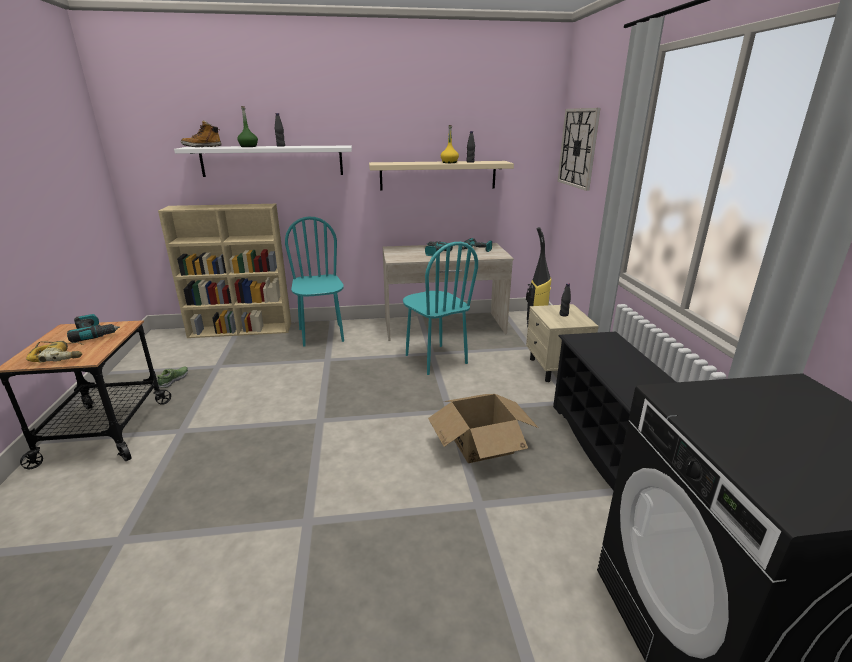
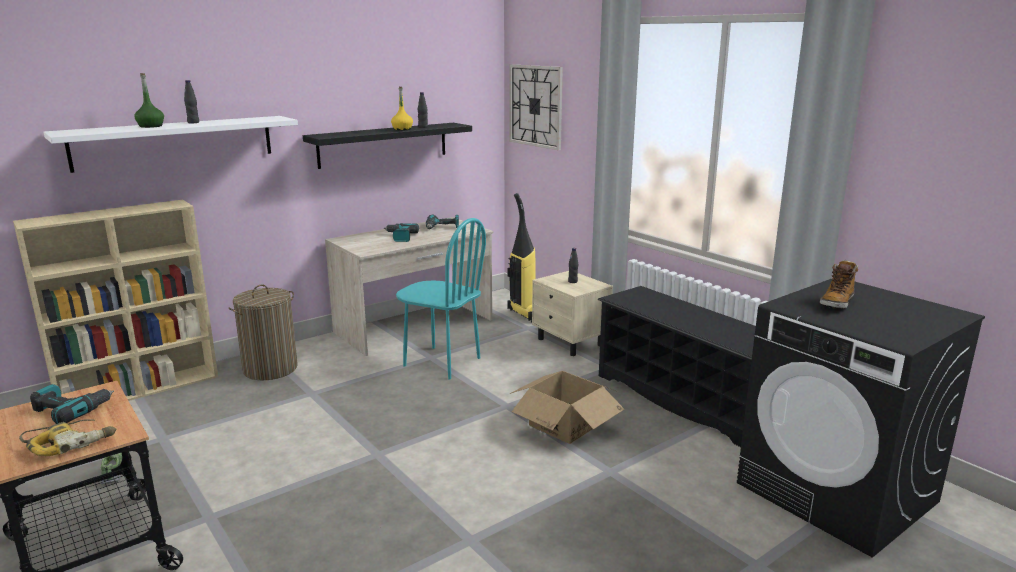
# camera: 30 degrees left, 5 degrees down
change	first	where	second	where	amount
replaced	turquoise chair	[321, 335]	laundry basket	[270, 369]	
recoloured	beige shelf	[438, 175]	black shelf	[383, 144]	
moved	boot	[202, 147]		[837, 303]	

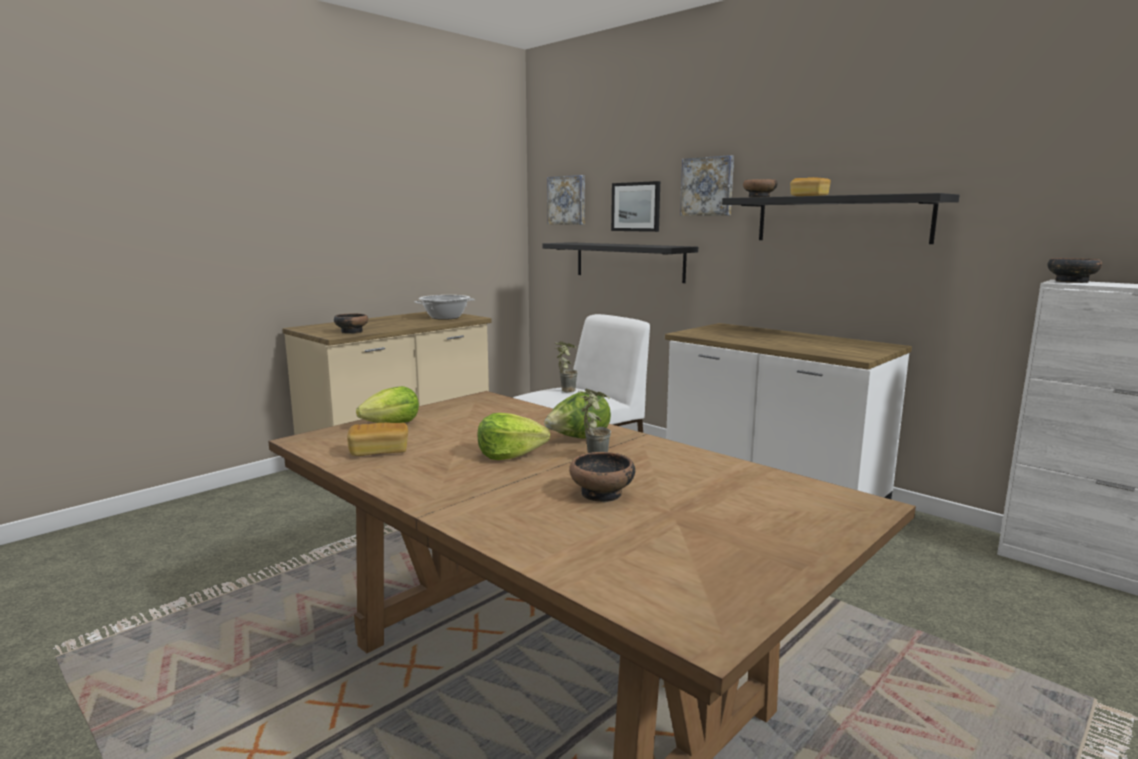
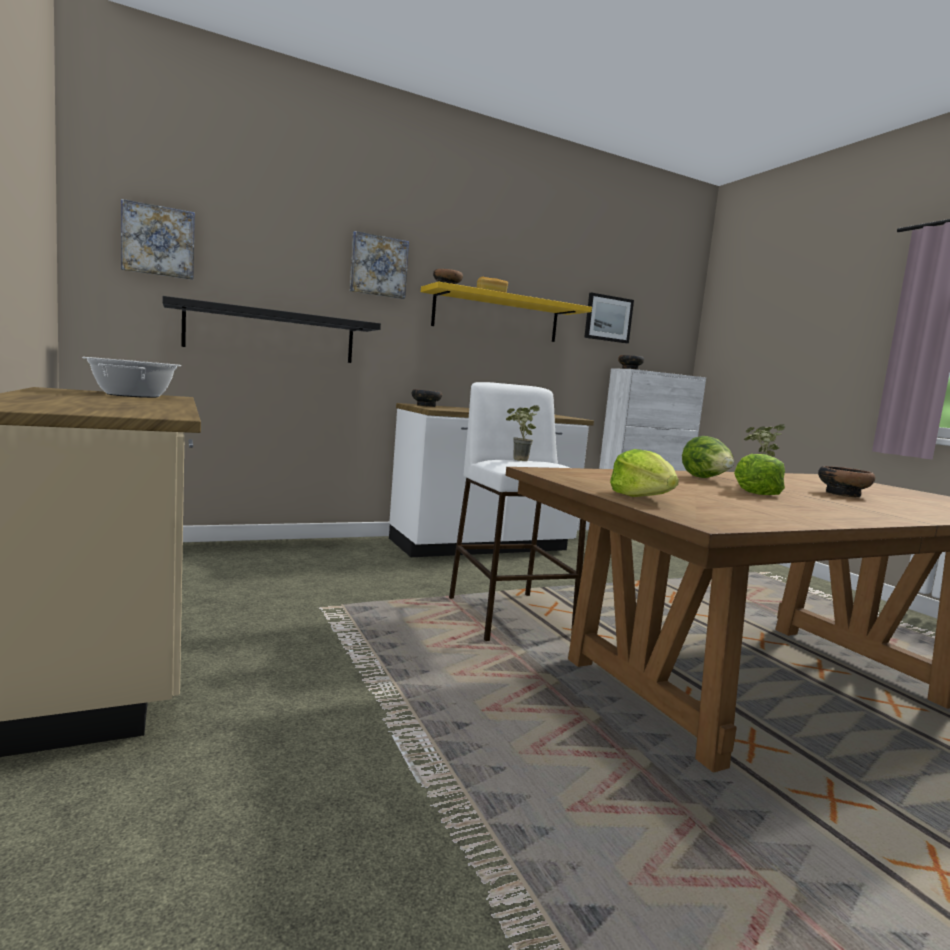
# camera: 70 degrees left, 5 degrees down
change	first	where	second	where	amount
moved	bowl	[351, 332]		[425, 406]	
recoloured	black shelf	[841, 219]	yellow shelf	[497, 316]	
moved	picture	[636, 207]		[608, 318]	
removed	bread	[379, 452]			

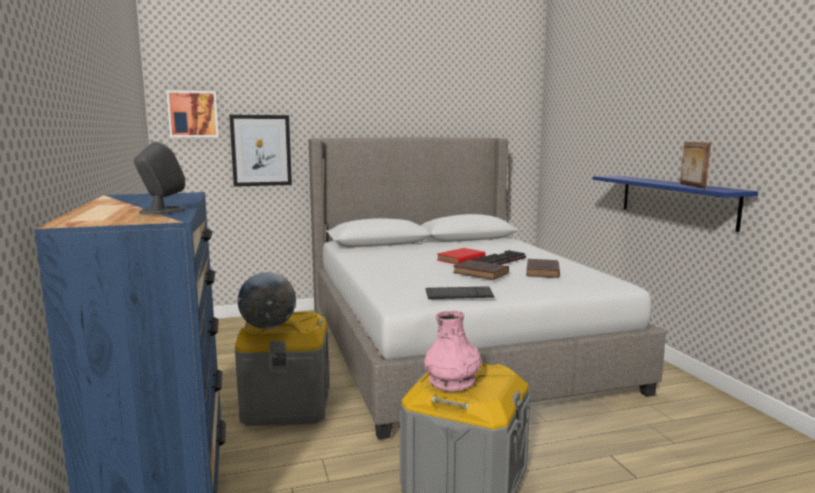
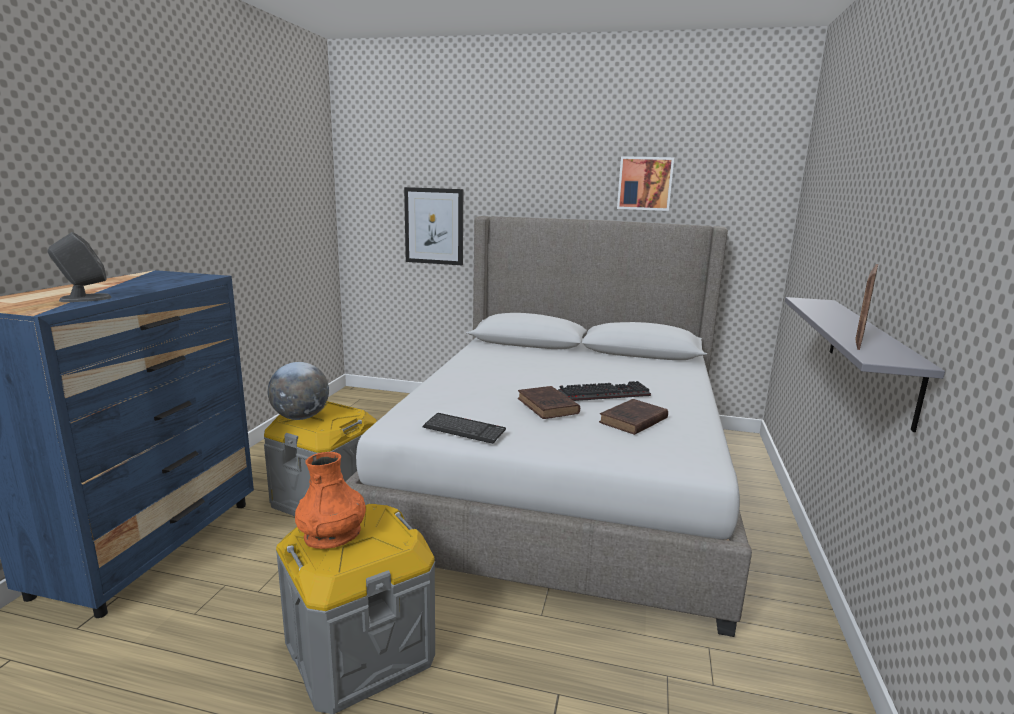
# camera: 30 degrees right, 5 degrees up
change	first	where	second	where	amount
recoloured	pink vase	[452, 381]	orange vase	[332, 534]	
moved	picture	[193, 114]		[645, 183]	
recoloured	blue shelf	[676, 200]	grey shelf	[871, 356]	
removed	red book	[460, 259]			

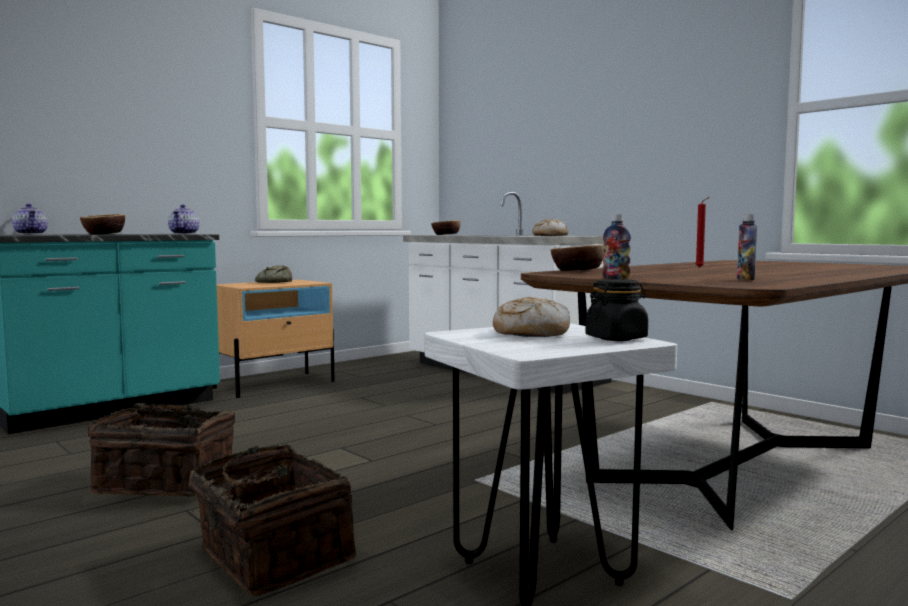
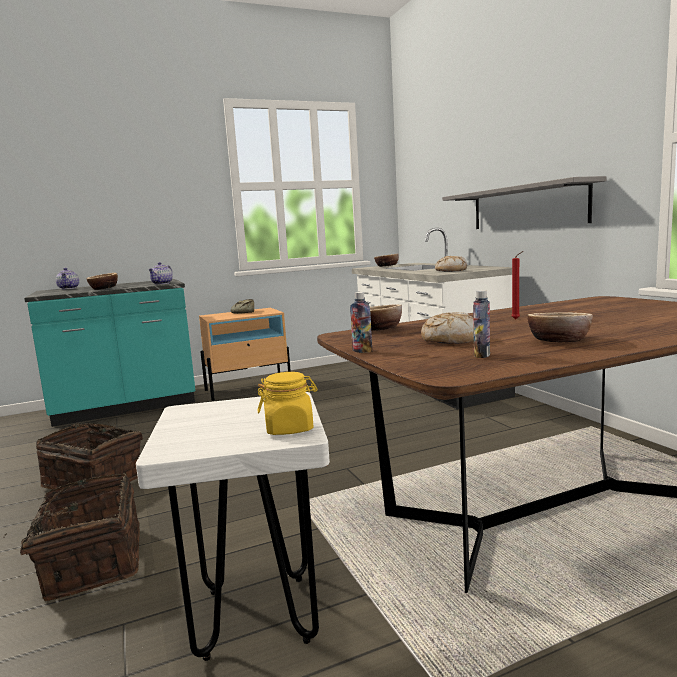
# camera: 20 degrees right, 5 degrees up
change	first	where	second	where	amount
recoloured	black jar	[616, 338]	yellow jar	[289, 428]	
moved	bread	[530, 333]		[450, 339]	
added			grey shelf	[526, 207]	
added			bowl	[559, 341]	

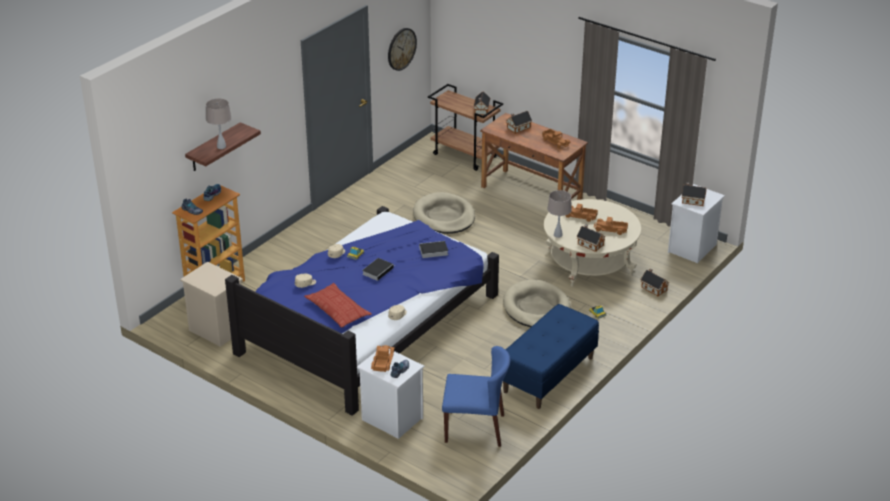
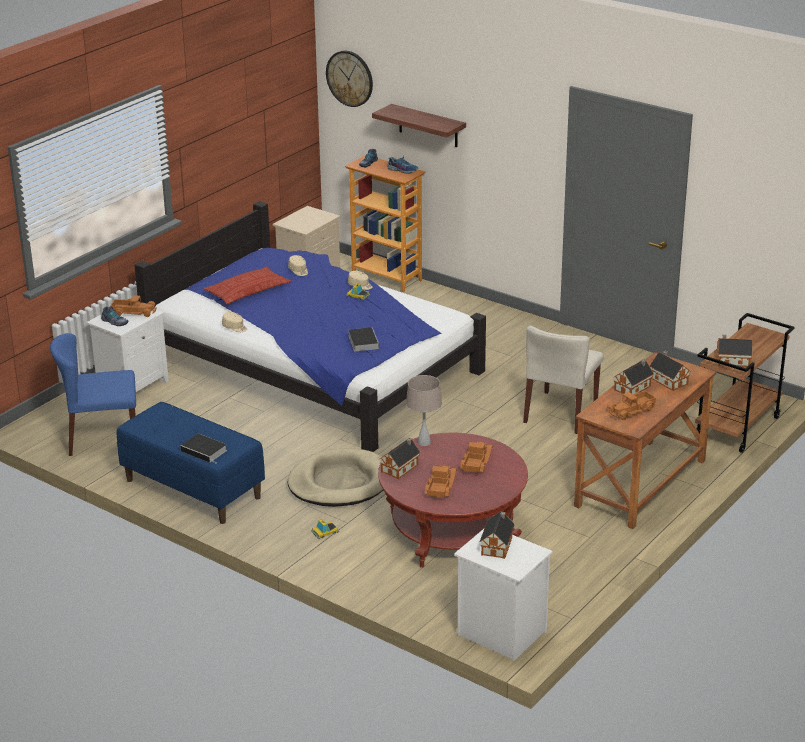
# camera: 90 degrees right, 5 degrees down
change	first	where	second	where	amount
turned	blue chair	[475, 428]		[102, 437]	75 degrees clockwise
moved	book	[378, 270]		[205, 451]	
moved	wall clock	[401, 49]		[350, 78]	
recoloured	beige coffee table	[589, 263]	red coffee table	[452, 530]	
replaced	beige dog bed	[444, 216]	beige chair	[561, 412]	
moved	toy house	[653, 288]		[633, 387]	
removed	beige table lamp	[221, 147]			

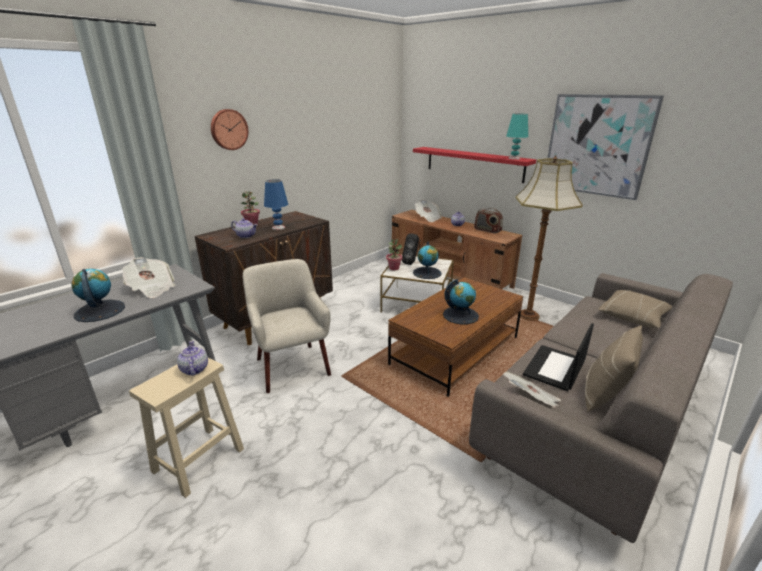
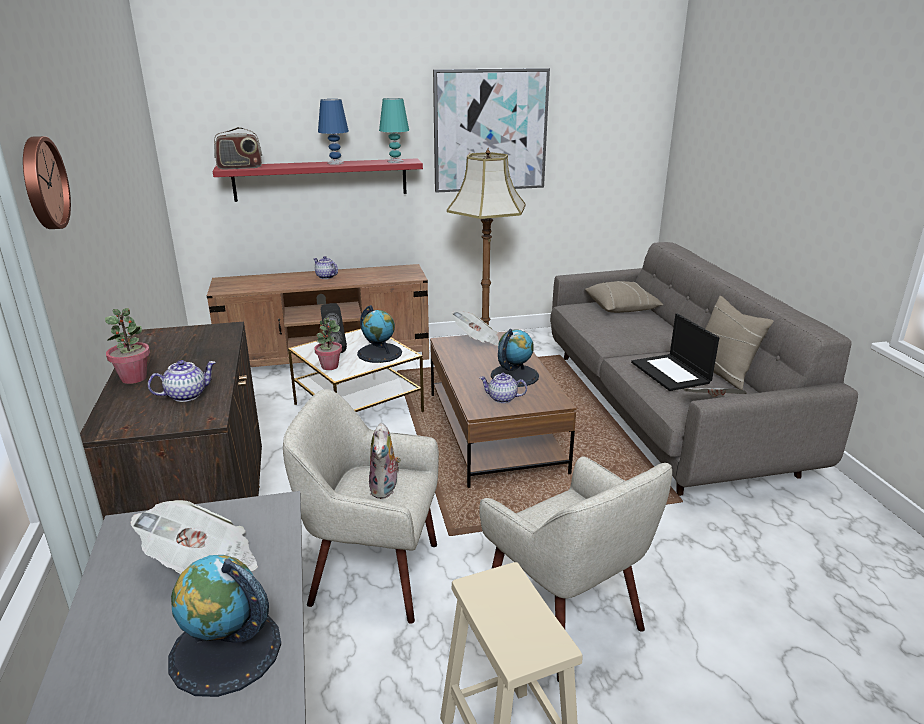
# camera: 55 degrees left, 0 degrees up
change	first	where	second	where	amount
moved	radio	[487, 230]		[240, 167]	
moved	blue table lamp	[278, 227]		[335, 163]	
added			plush toy	[385, 489]	
moved	newspaper	[428, 218]		[477, 341]	
moved	teapot	[194, 369]		[502, 398]	
added			beige armchair	[565, 619]	

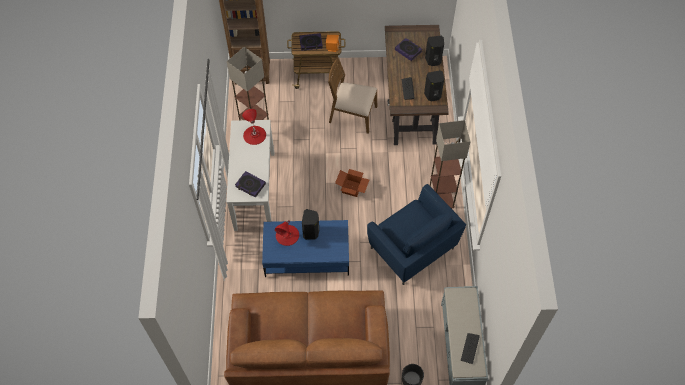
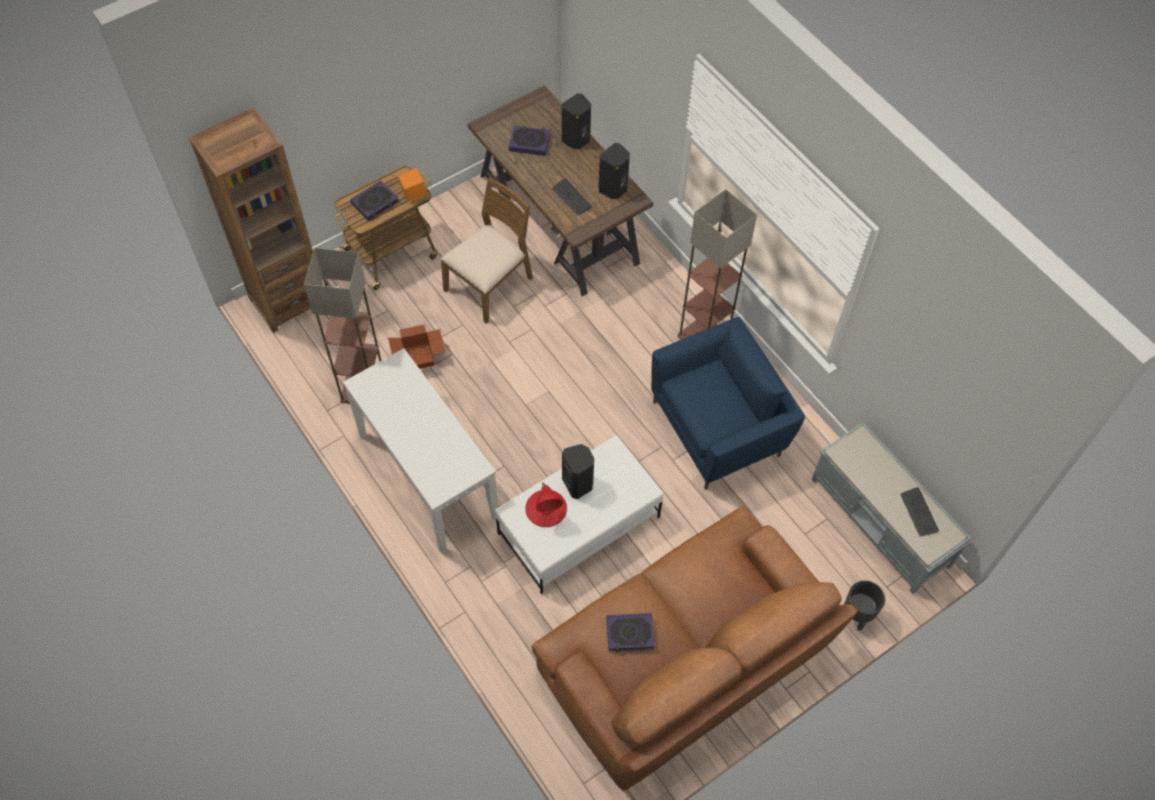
# camera: 35 degrees left, 0 degrees up
change	first	where	second	where	amount
moved	cardboard box	[352, 188]		[419, 357]	
turned	brown chair	[352, 115]		[490, 285]	150 degrees clockwise
recoloured	blue coffee table	[306, 256]	white coffee table	[579, 526]	
moved	book	[250, 185]		[630, 634]	
turned	blue armchair	[412, 249]		[719, 428]	45 degrees counterclockwise
removed	red table lamp	[254, 135]			

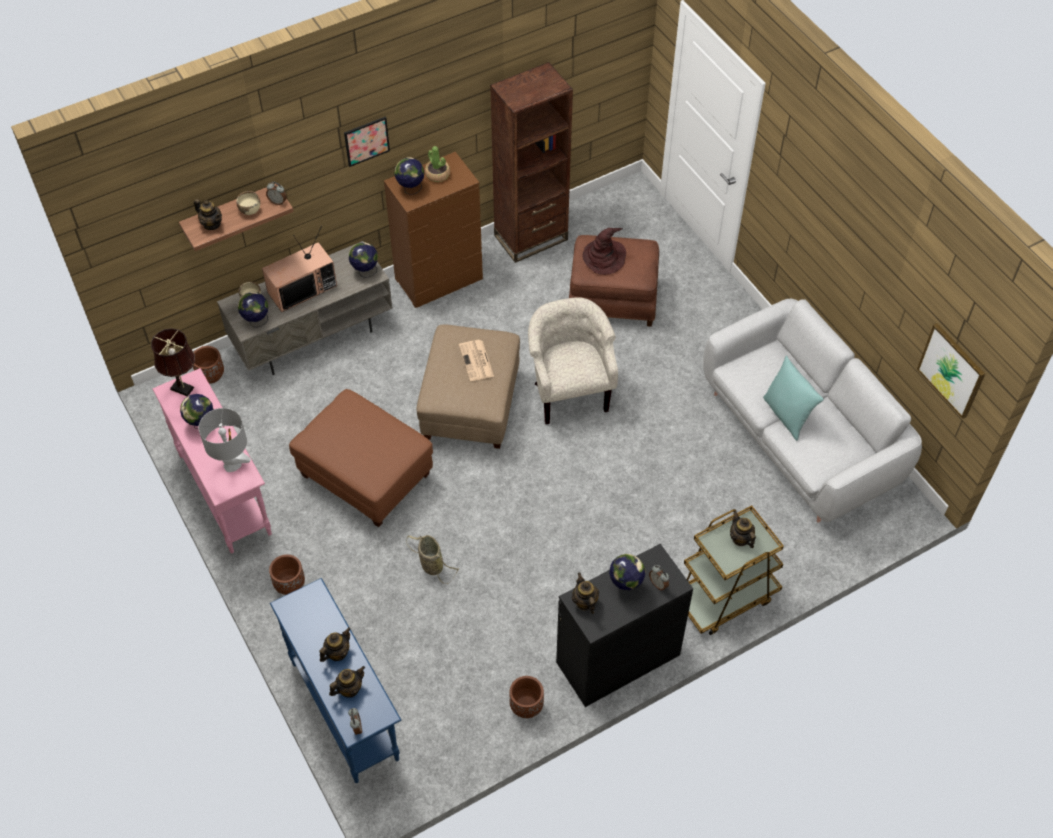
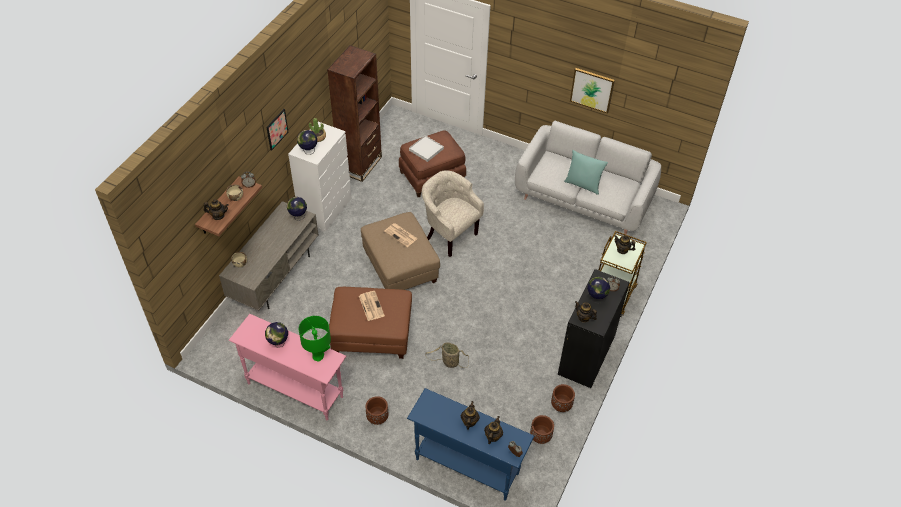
# camera: 35 degrees left, 5 degrees down
change	first	where	second	where	amount
recoloured	brown dresser	[439, 279]	white dresser	[326, 210]	
recoloured	grey table lamp	[232, 465]	green table lamp	[318, 356]	
added			newspaper	[371, 305]	
replaced	brown hat	[604, 257]	white tray	[426, 149]	
moved	brown planter	[211, 375]		[540, 436]	
moved	picture	[951, 370]		[592, 90]	
removed	brown table lamp	[184, 389]			
removed	globe	[256, 321]			
removed	television	[302, 288]			

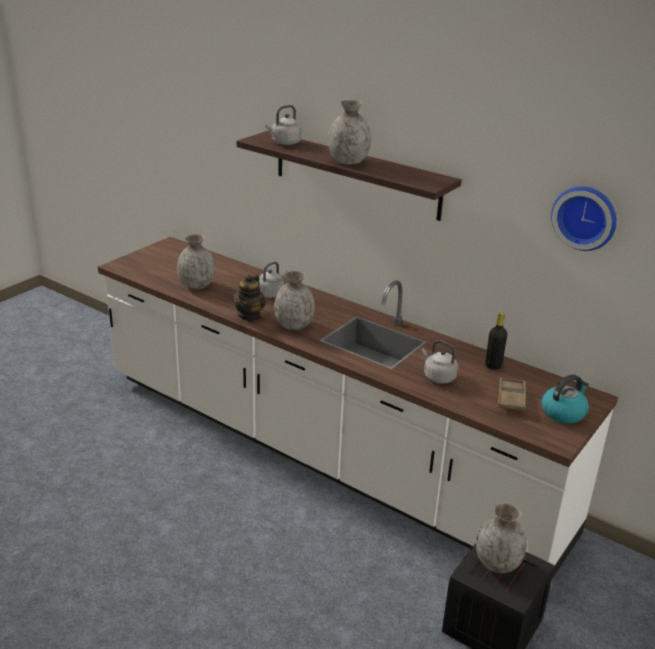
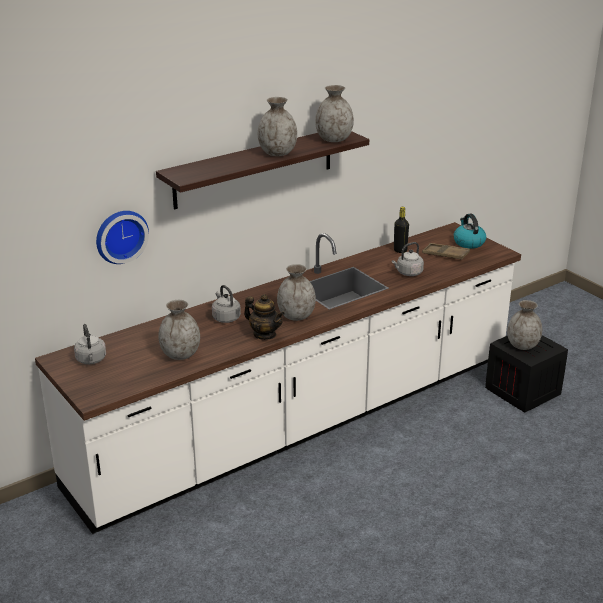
# camera: 70 degrees left, 0 degrees up
change	first	where	second	where	amount
moved	grey kettle	[285, 143]		[91, 360]	
moved	wall clock	[585, 217]		[120, 235]	
added			grey vase	[333, 139]	

